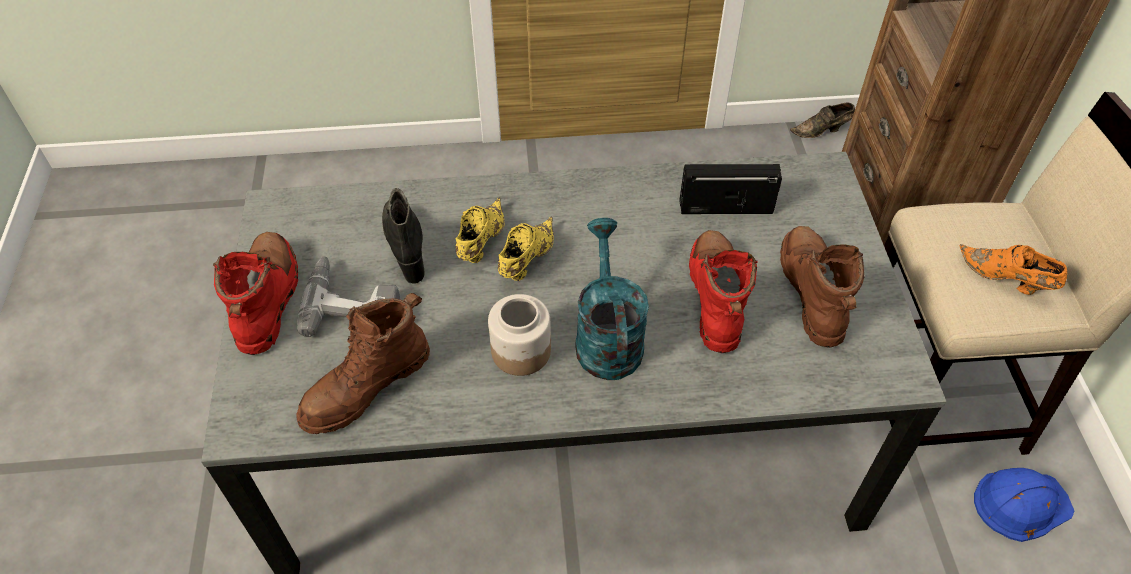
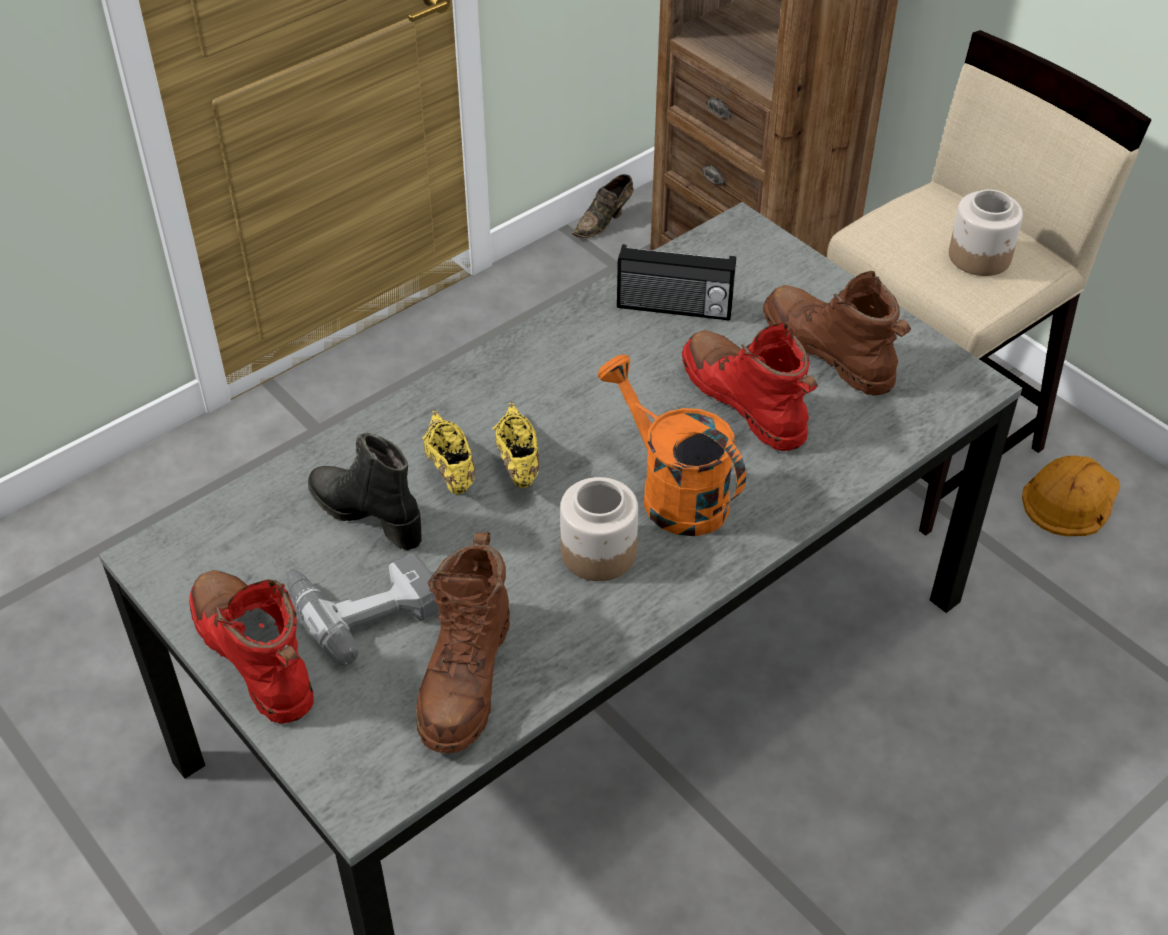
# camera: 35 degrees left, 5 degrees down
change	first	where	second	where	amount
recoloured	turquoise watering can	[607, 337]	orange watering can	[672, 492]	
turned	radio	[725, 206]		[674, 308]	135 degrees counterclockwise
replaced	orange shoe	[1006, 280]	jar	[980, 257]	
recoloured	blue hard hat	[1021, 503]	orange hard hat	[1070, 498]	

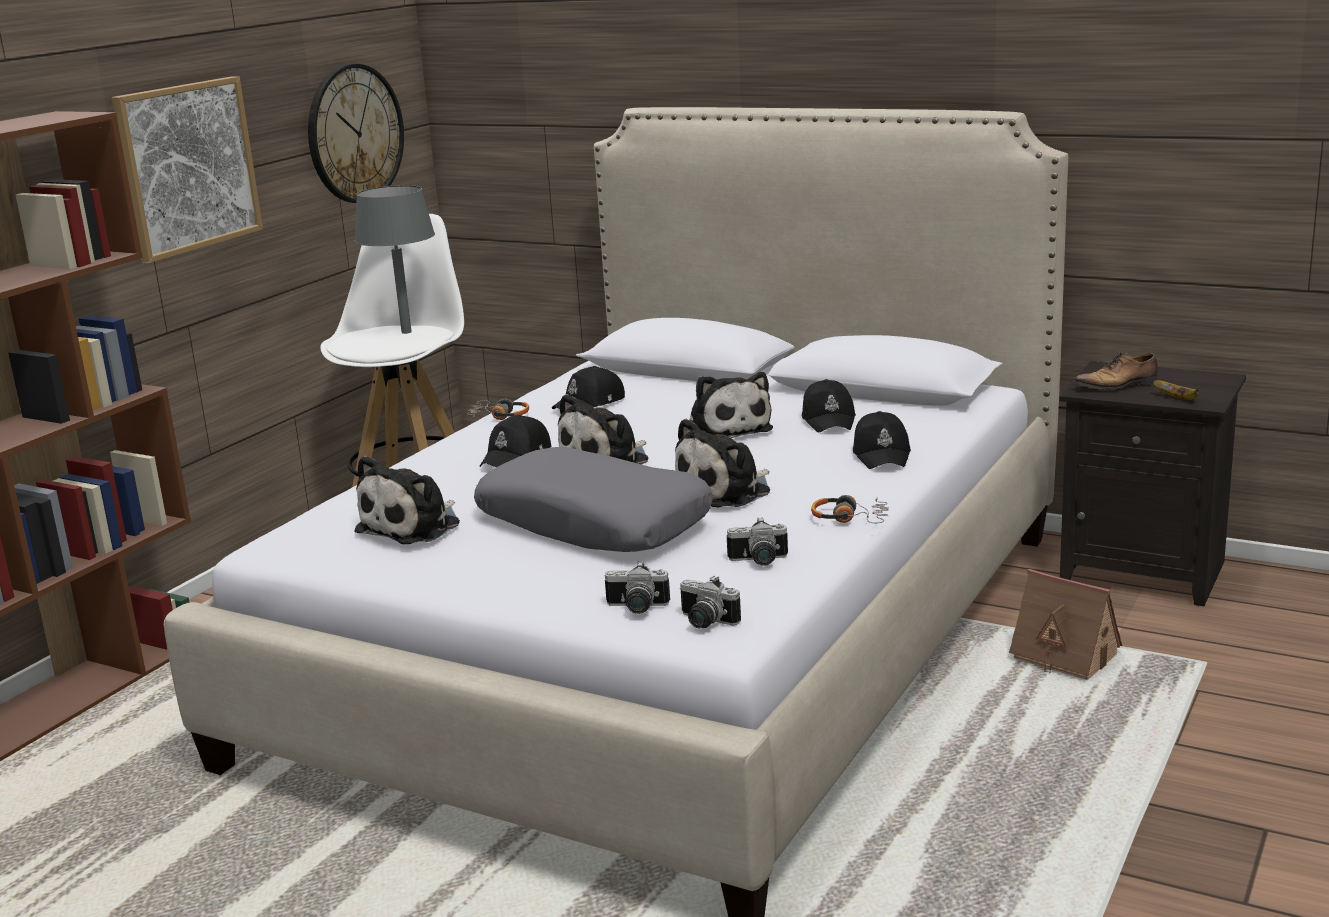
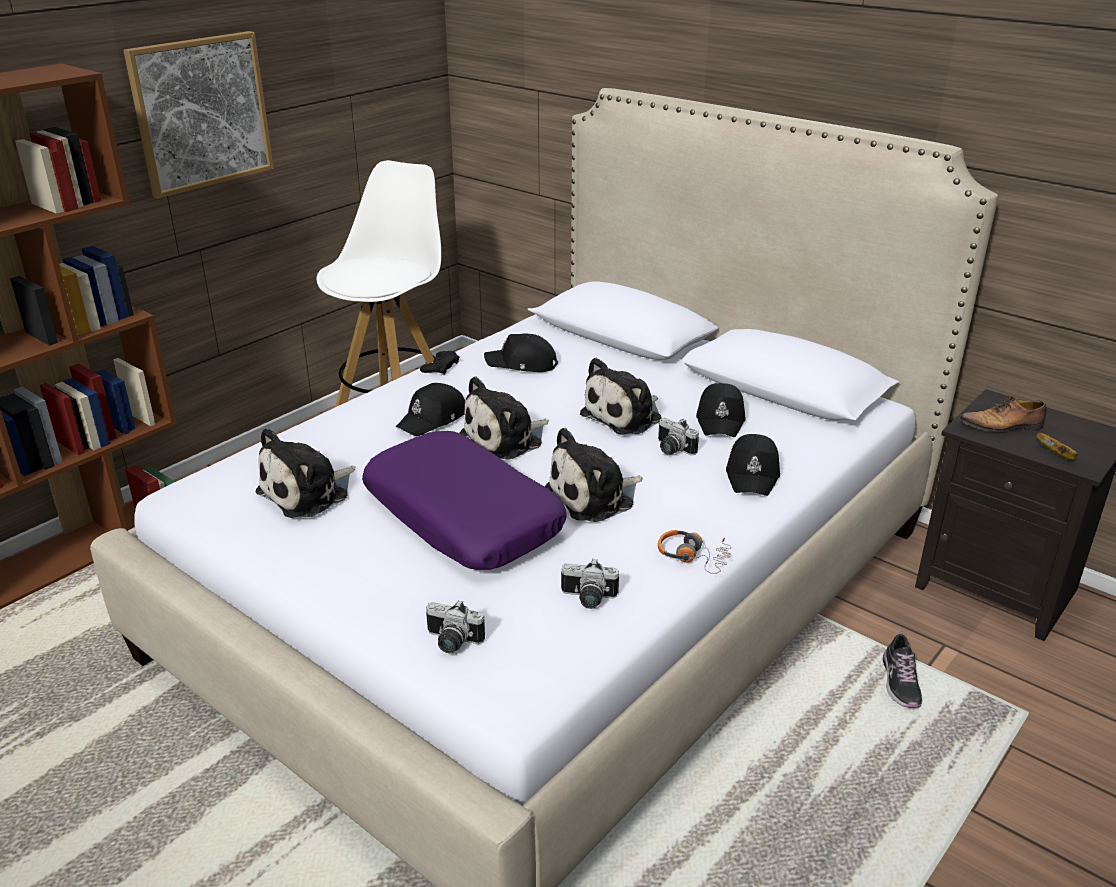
# camera: 10 degrees right, 10 degrees up
change	first	where	second	where	amount
recoloured	grey pillow	[595, 523]	purple pillow	[464, 517]	
replaced	headphones	[499, 416]	black game controller	[440, 367]	
turned	black cap	[590, 403]		[522, 364]	45 degrees clockwise
turned	plush toy	[726, 429]		[625, 416]	60 degrees clockwise
moved	photo camera	[704, 622]		[672, 450]	
replaced	toy house	[1071, 659]	shoe	[900, 682]	
removed	wall clock	[354, 134]			
removed	grey table lamp	[406, 332]			

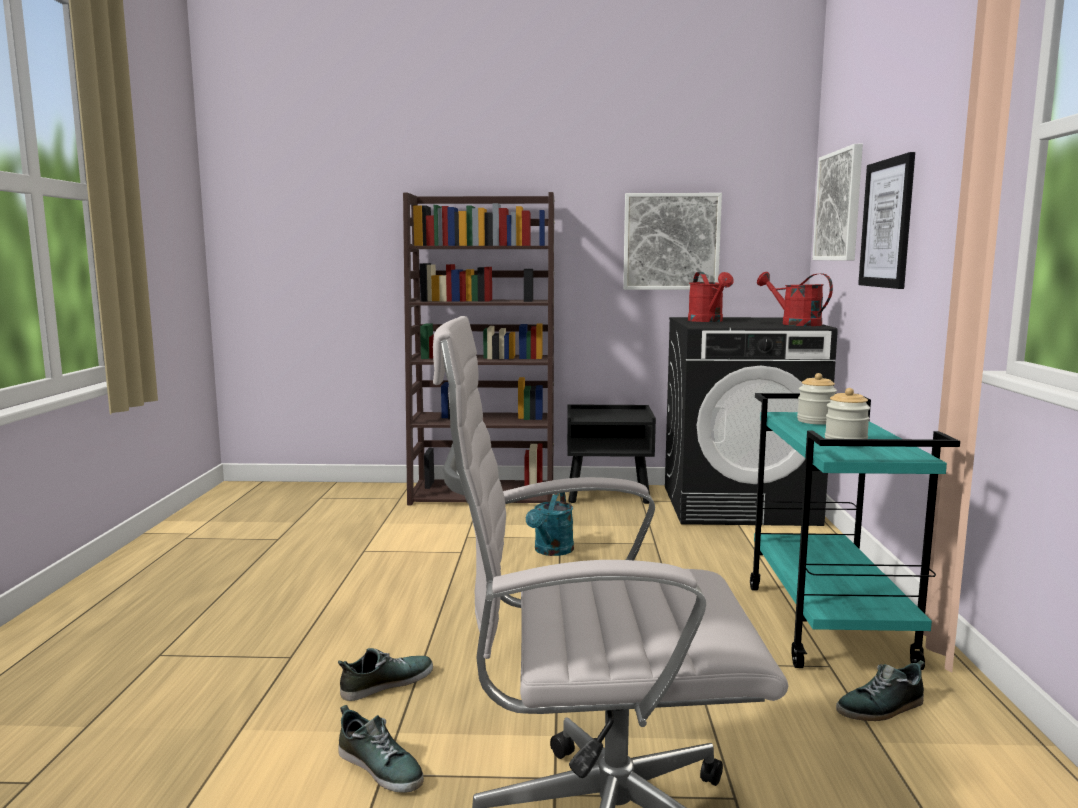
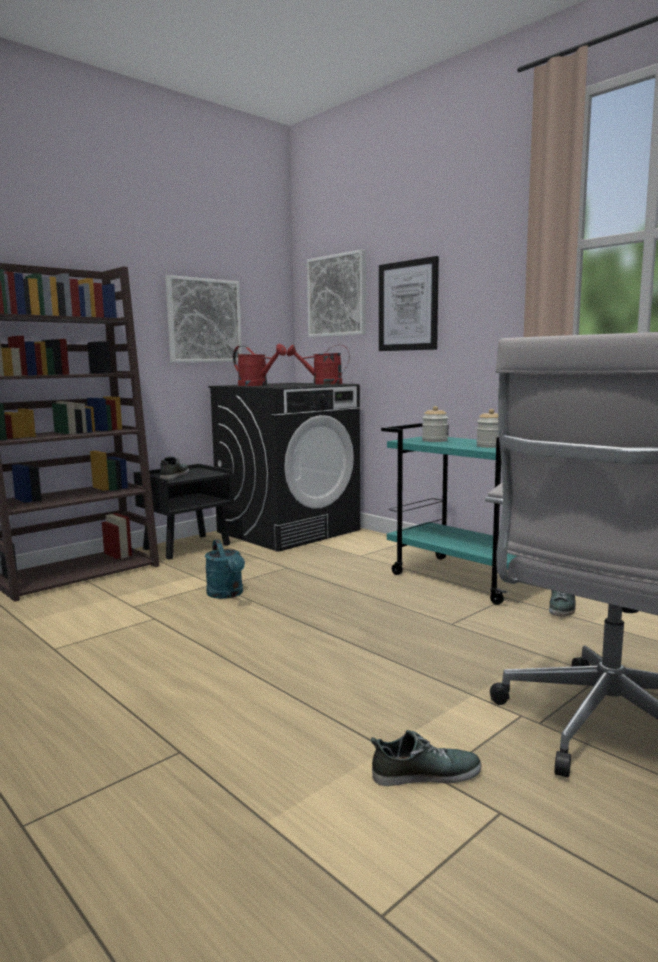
# camera: 45 degrees left, 0 degrees up
change	first	where	second	where	amount
moved	shoe	[386, 682]		[174, 475]	

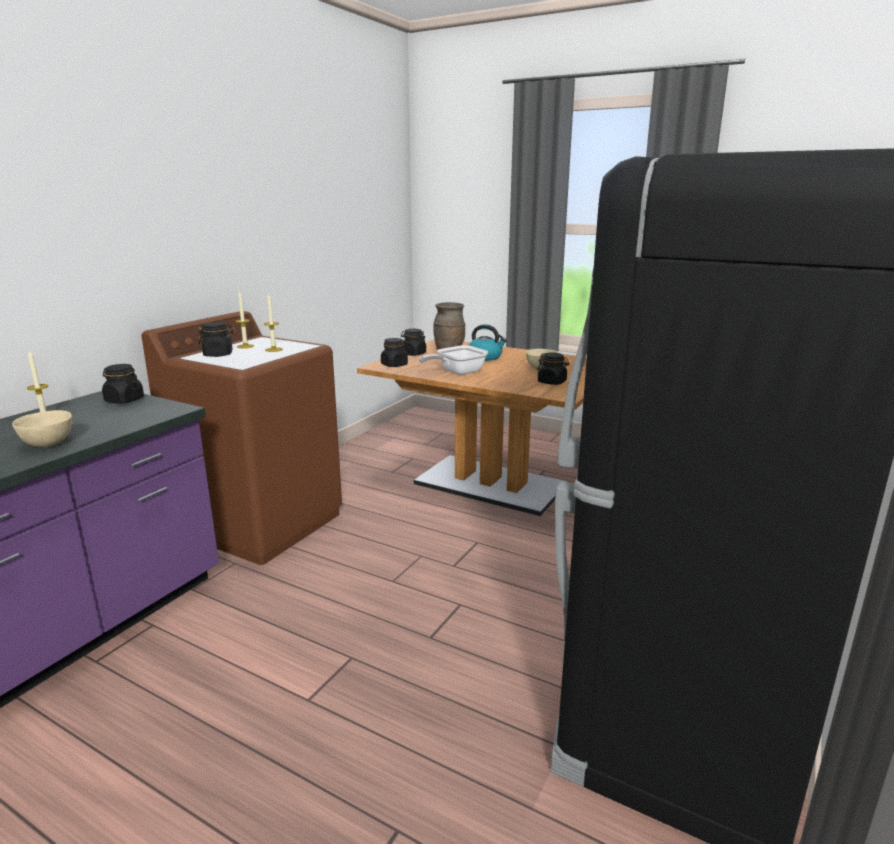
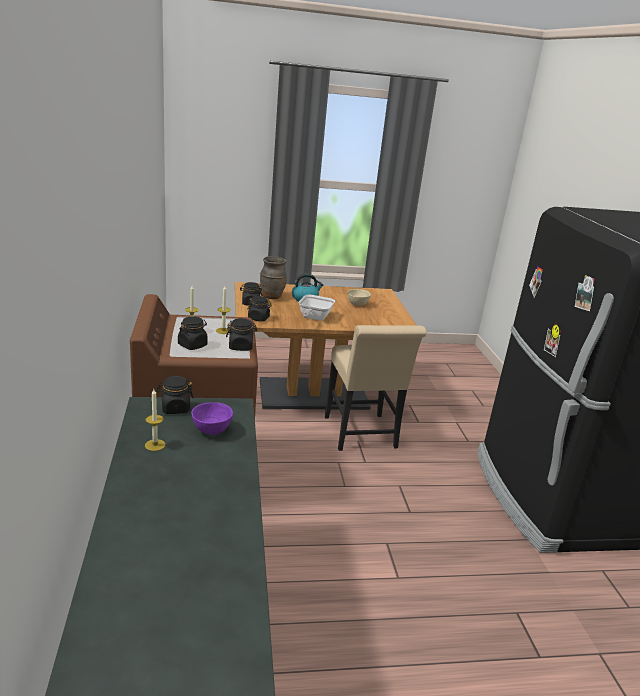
# camera: 40 degrees left, 5 degrees up
change	first	where	second	where	amount
added			purple bowl	[211, 430]	
moved	black jar	[552, 382]		[241, 347]	
added			beige chair	[362, 435]	
removed	beige bowl	[48, 444]			

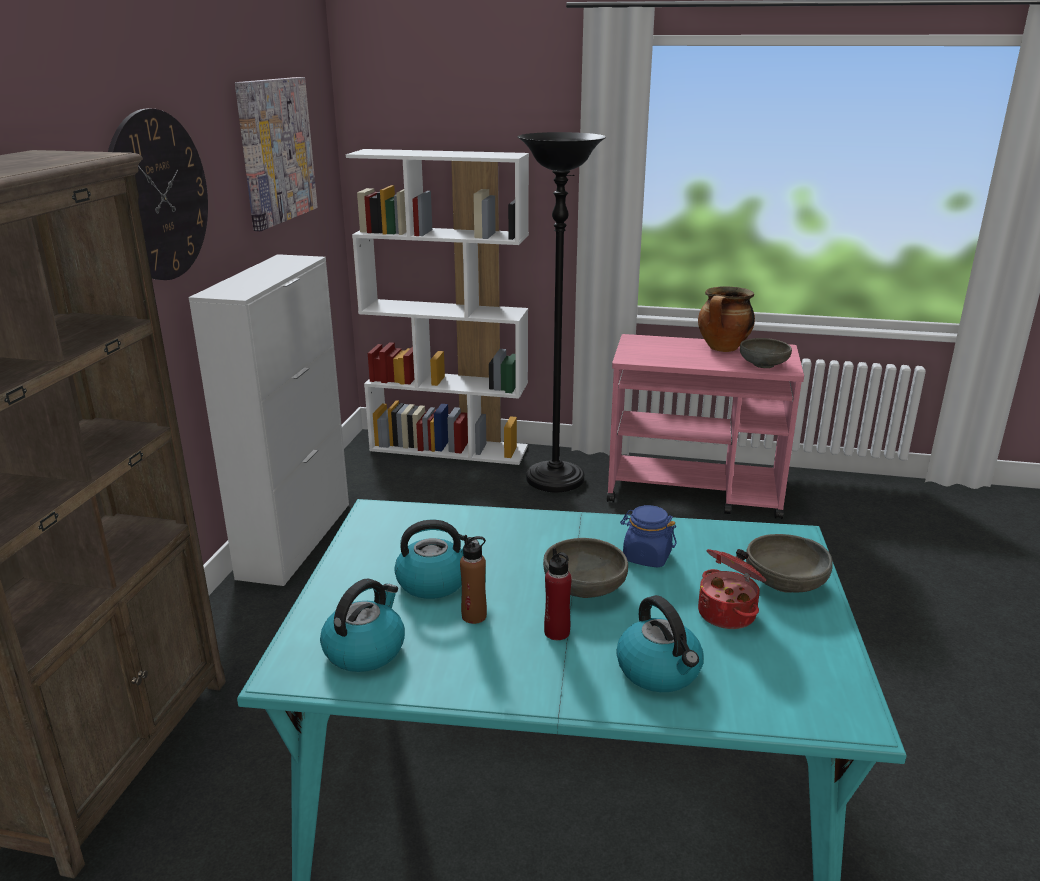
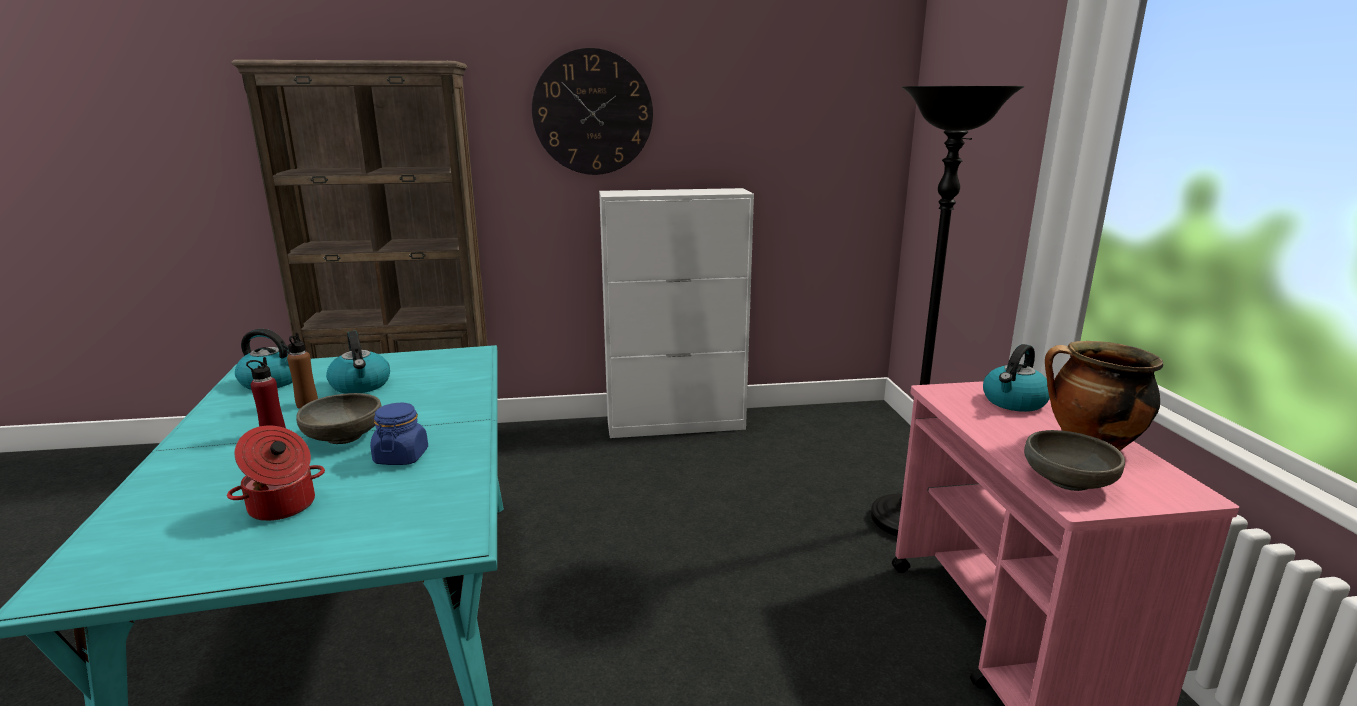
# camera: 70 degrees right, 5 degrees down
change	first	where	second	where	amount
moved	kettle	[660, 671]		[1014, 402]	
removed	picture	[276, 151]			
removed	white bookcase	[450, 448]			
removed	grey bowl	[785, 583]			

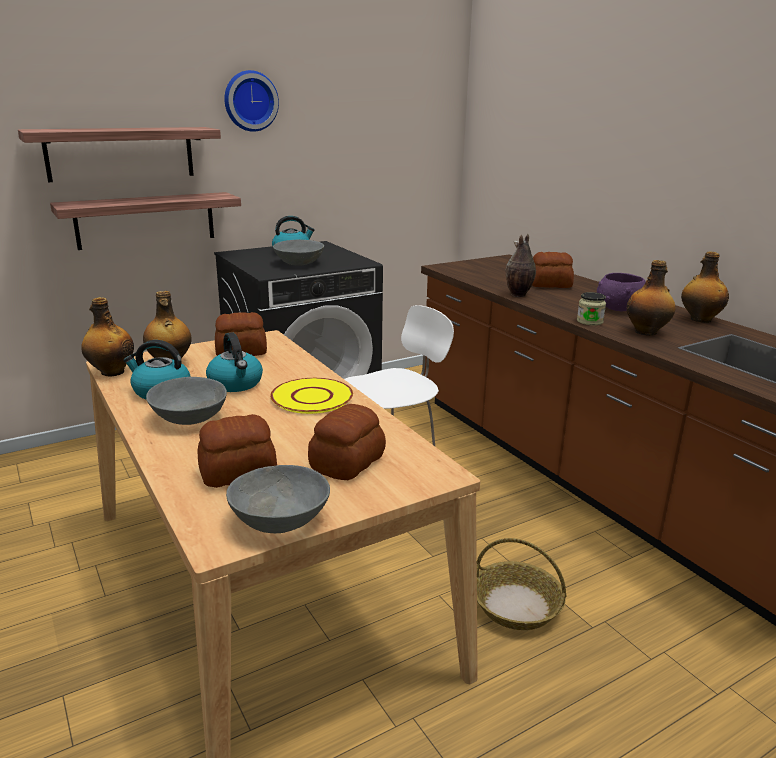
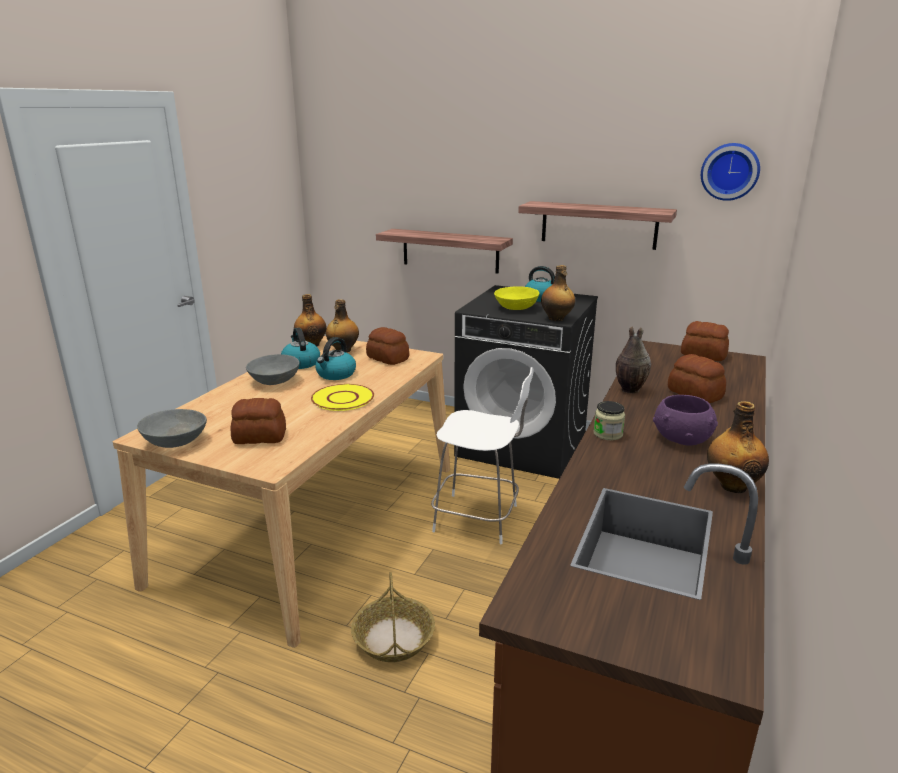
# camera: 55 degrees right, 0 degrees up
change	first	where	second	where	amount
recoloured	grey bowl	[298, 263]	yellow bowl	[516, 308]	
moved	shelf	[120, 153]		[598, 225]	
moved	bottle	[646, 332]		[556, 319]	
moved	bread	[237, 472]		[703, 355]	
moved	wall clock	[250, 101]		[730, 171]	

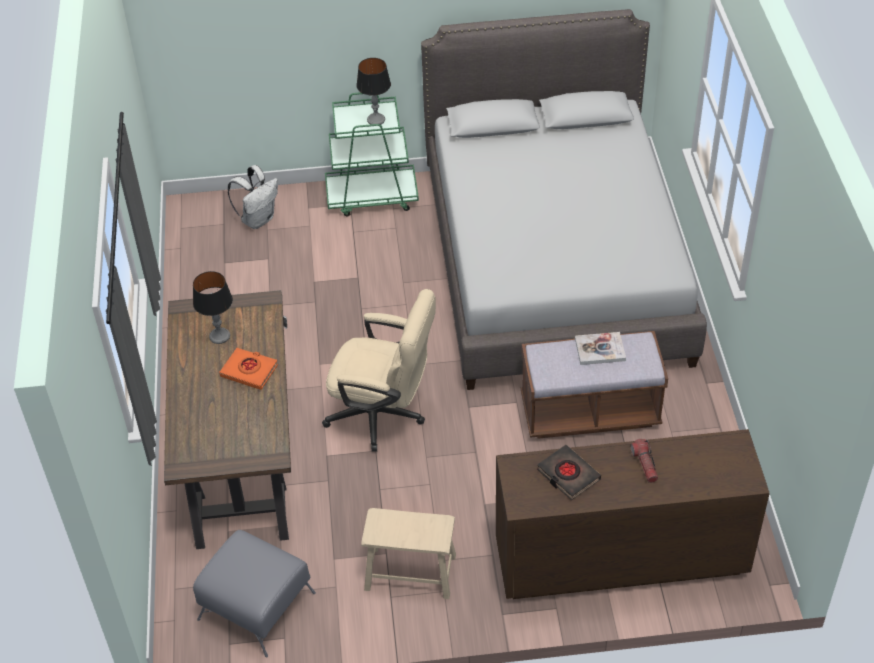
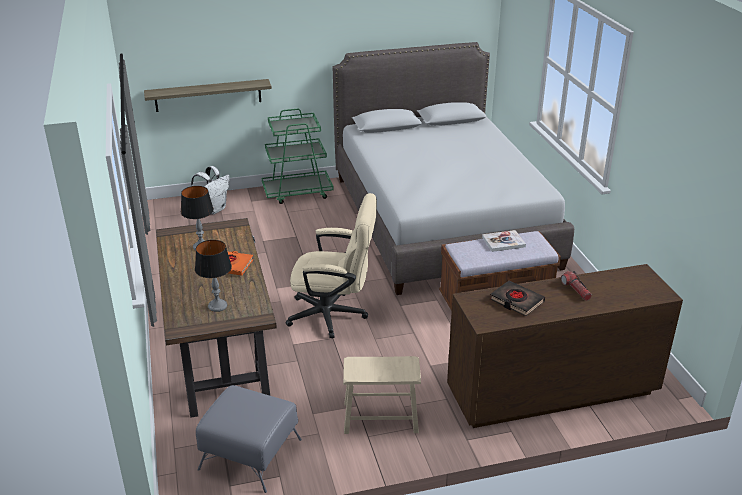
# camera: 10 degrees left, 15 degrees down
change	first	where	second	where	amount
added			shelf	[208, 95]	
moved	table lamp	[376, 120]		[218, 306]	

